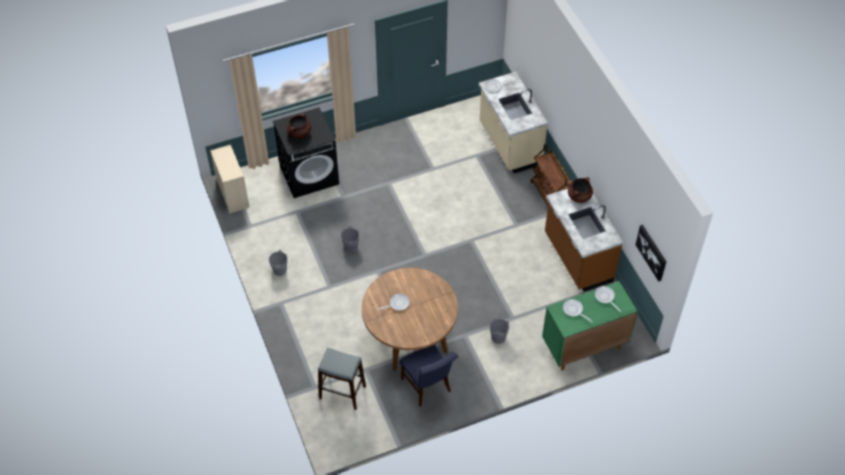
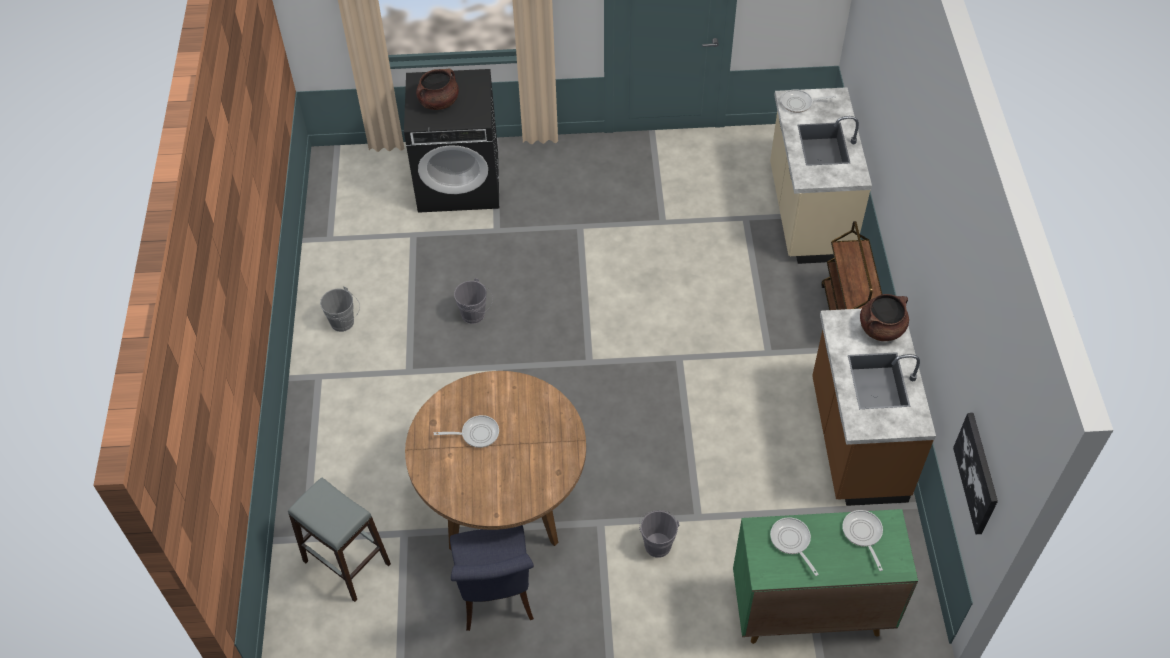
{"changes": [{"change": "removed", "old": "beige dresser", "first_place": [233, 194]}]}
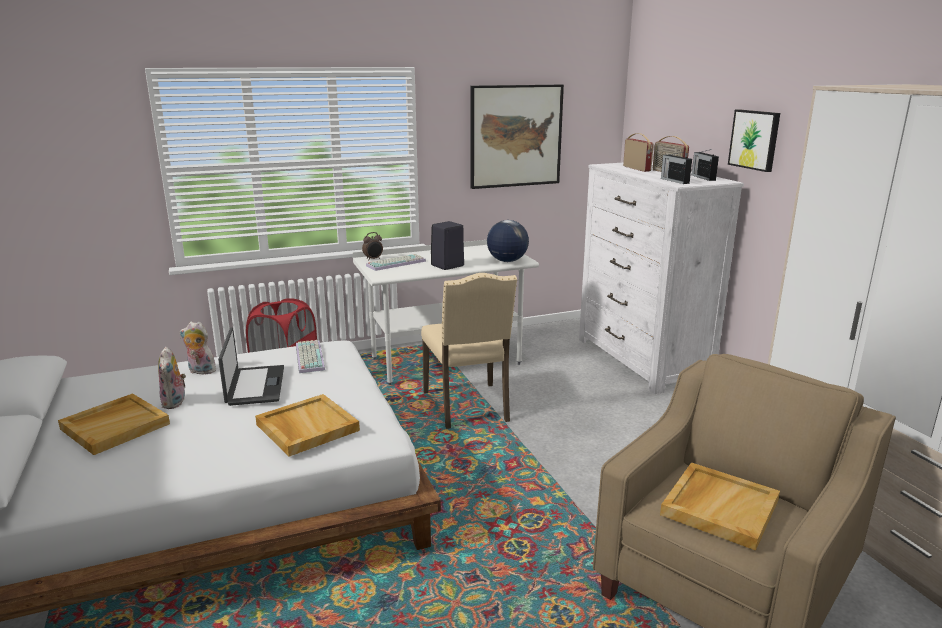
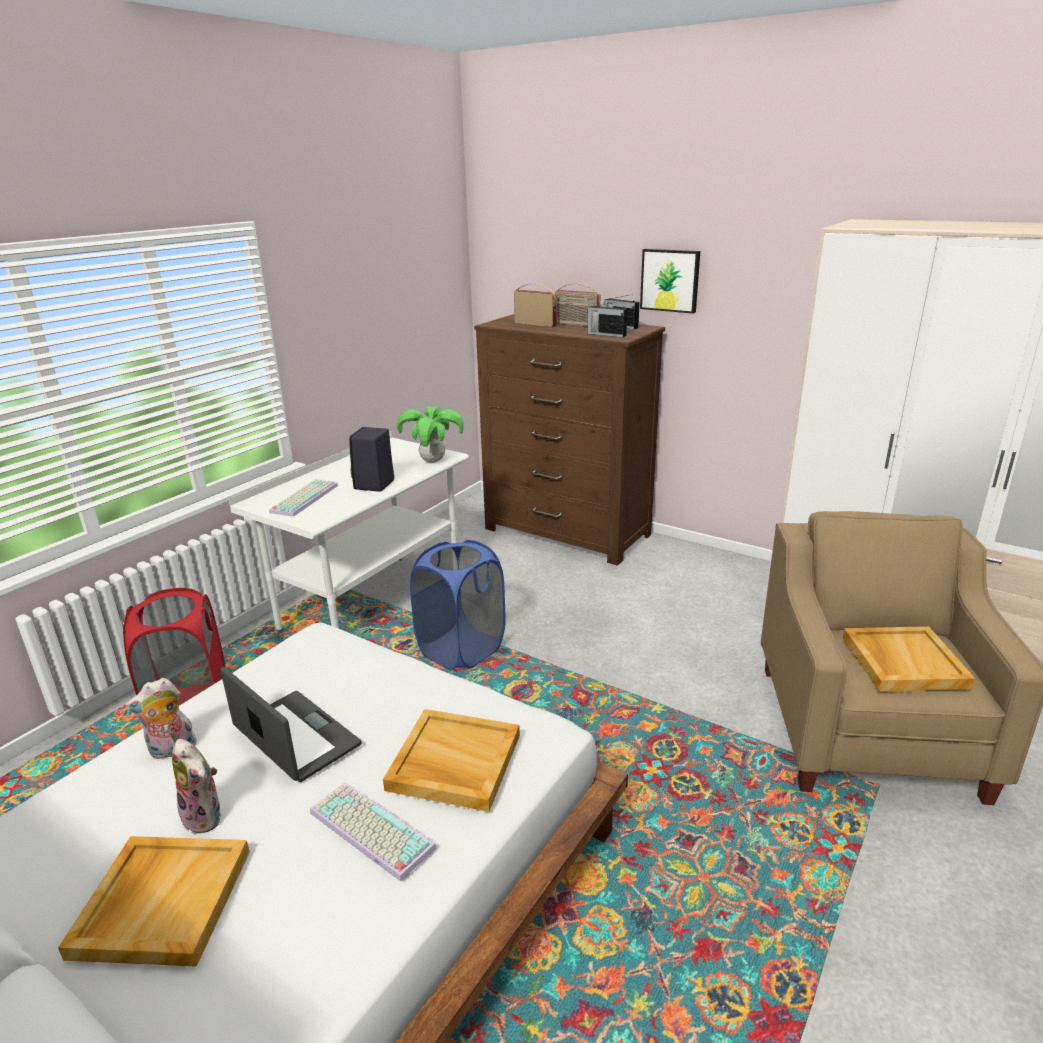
{"changes": [{"change": "removed", "old": "picture", "first_place": [515, 136]}, {"change": "recoloured", "old": "white dresser", "new": "brown dresser", "first_place": [641, 360], "second_place": [567, 532]}, {"change": "replaced", "old": "globe", "new": "potted plant", "first_place": [507, 261], "second_place": [432, 461]}, {"change": "removed", "old": "alarm clock", "first_place": [373, 259]}, {"change": "replaced", "old": "beige chair", "new": "blue laundry basket", "first_place": [468, 407], "second_place": [461, 650]}, {"change": "moved", "old": "keyboard", "first_place": [308, 357], "second_place": [368, 830]}]}
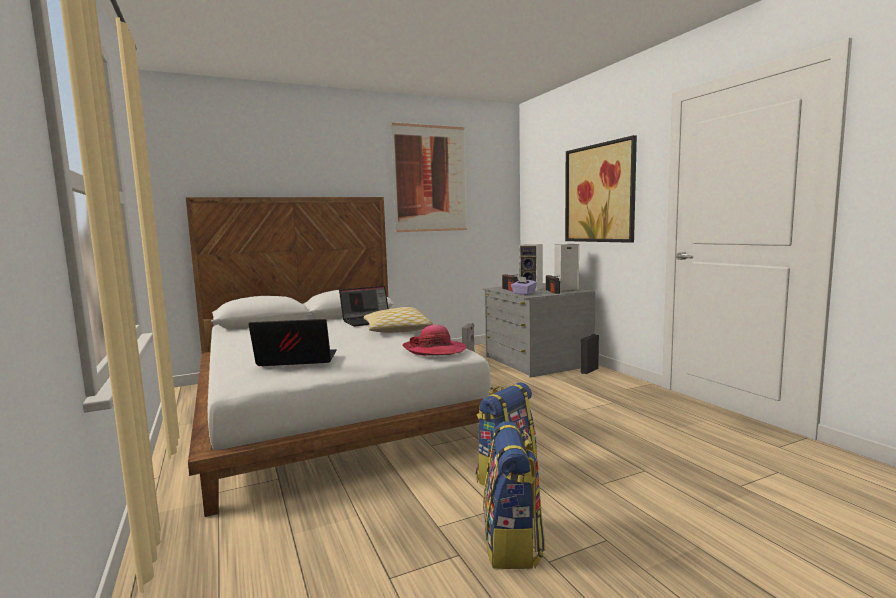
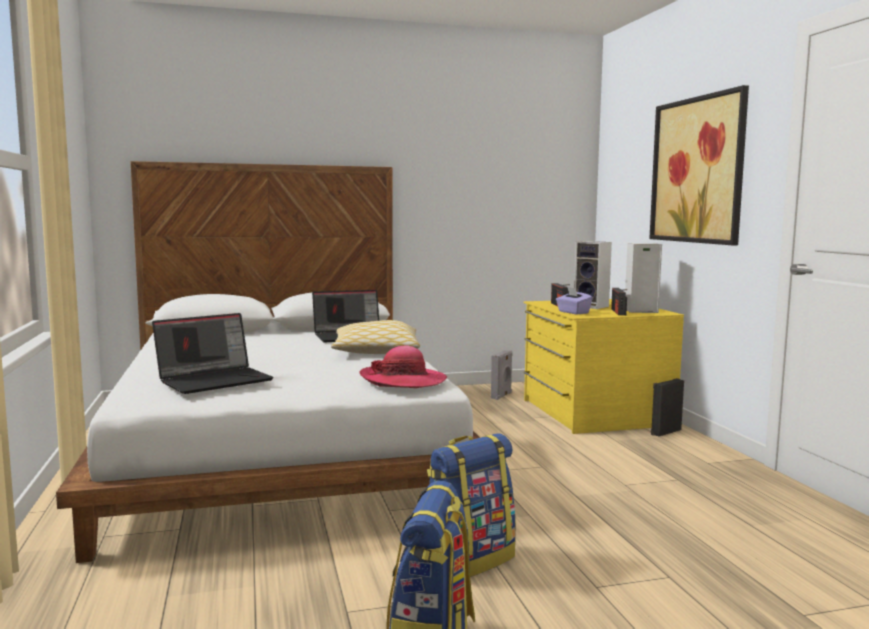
{"changes": [{"change": "removed", "old": "picture", "first_place": [430, 178]}, {"change": "recoloured", "old": "grey dresser", "new": "yellow dresser", "first_place": [536, 361], "second_place": [593, 412]}, {"change": "turned", "old": "laptop", "first_place": [295, 361], "second_place": [215, 380], "degrees": 135}]}
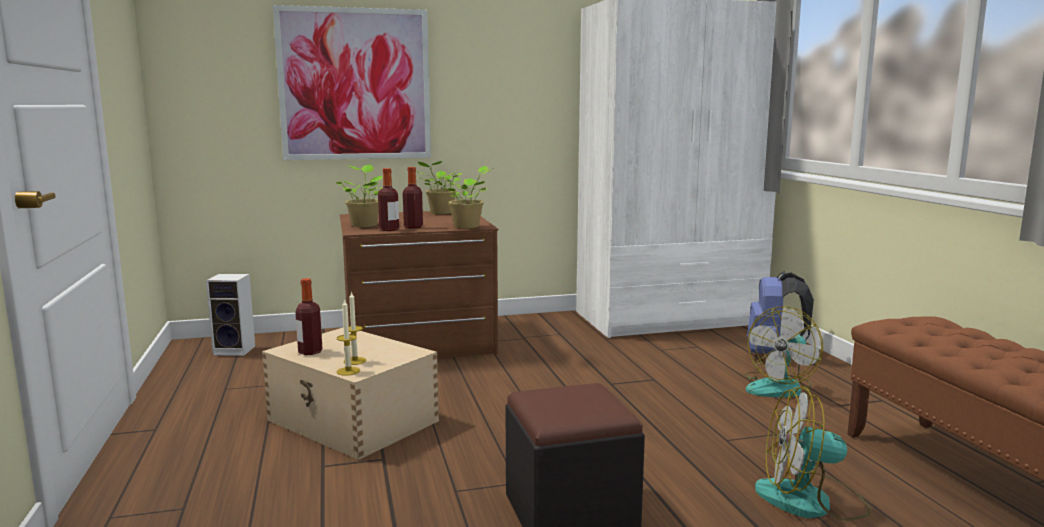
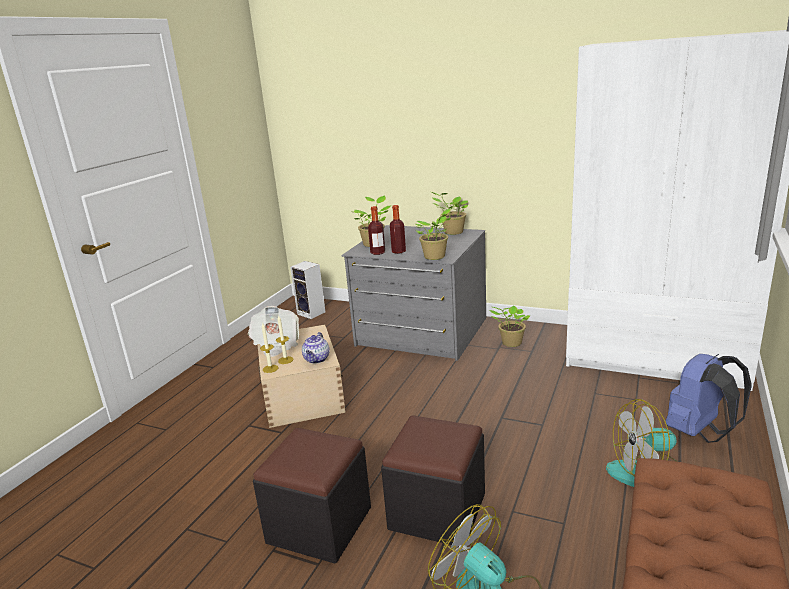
{"changes": [{"change": "removed", "old": "picture", "first_place": [355, 84]}, {"change": "recoloured", "old": "brown dresser", "new": "grey dresser", "first_place": [418, 341], "second_place": [421, 332]}, {"change": "replaced", "old": "bottle", "new": "newspaper", "first_place": [310, 352], "second_place": [276, 344]}, {"change": "added", "new": "potted plant", "second_place": [510, 343]}, {"change": "added", "new": "teapot", "second_place": [317, 359]}, {"change": "added", "new": "black ottoman", "second_place": [437, 511]}]}
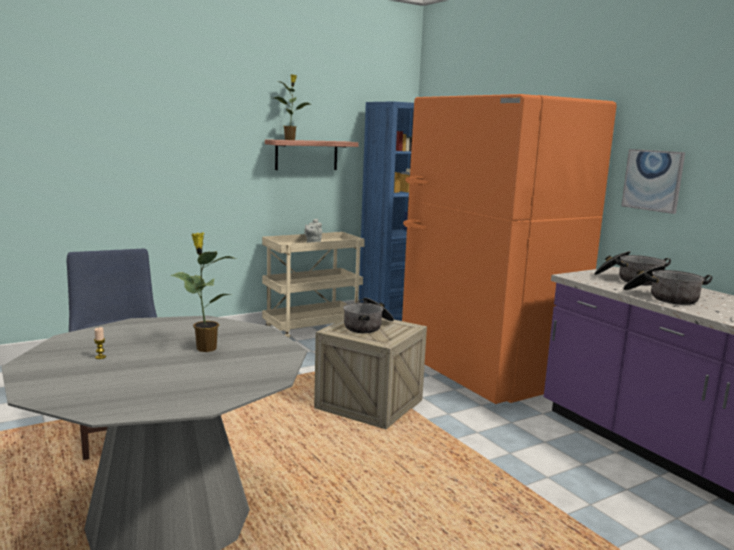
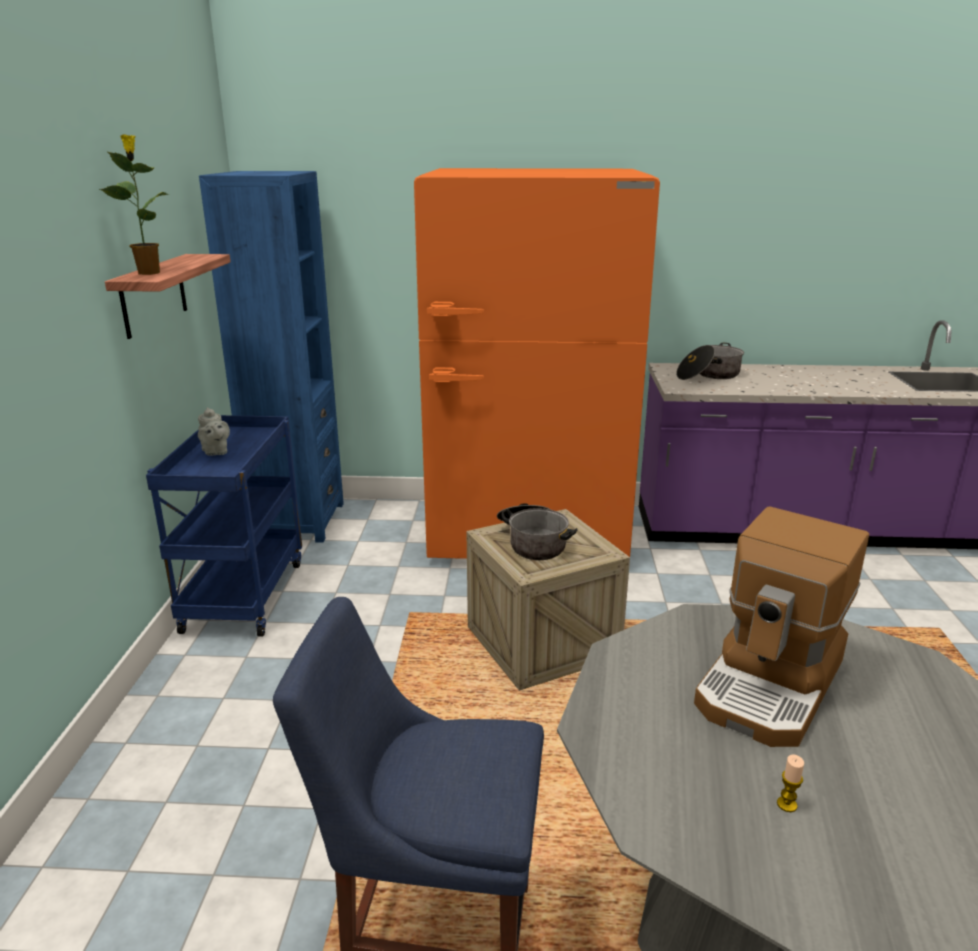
{"changes": [{"change": "removed", "old": "picture", "first_place": [653, 180]}, {"change": "recoloured", "old": "beige cart", "new": "blue cart", "first_place": [312, 330], "second_place": [244, 594]}, {"change": "replaced", "old": "potted plant", "new": "coffee machine", "first_place": [205, 348], "second_place": [772, 684]}, {"change": "removed", "old": "cooking pot", "first_place": [662, 297]}]}
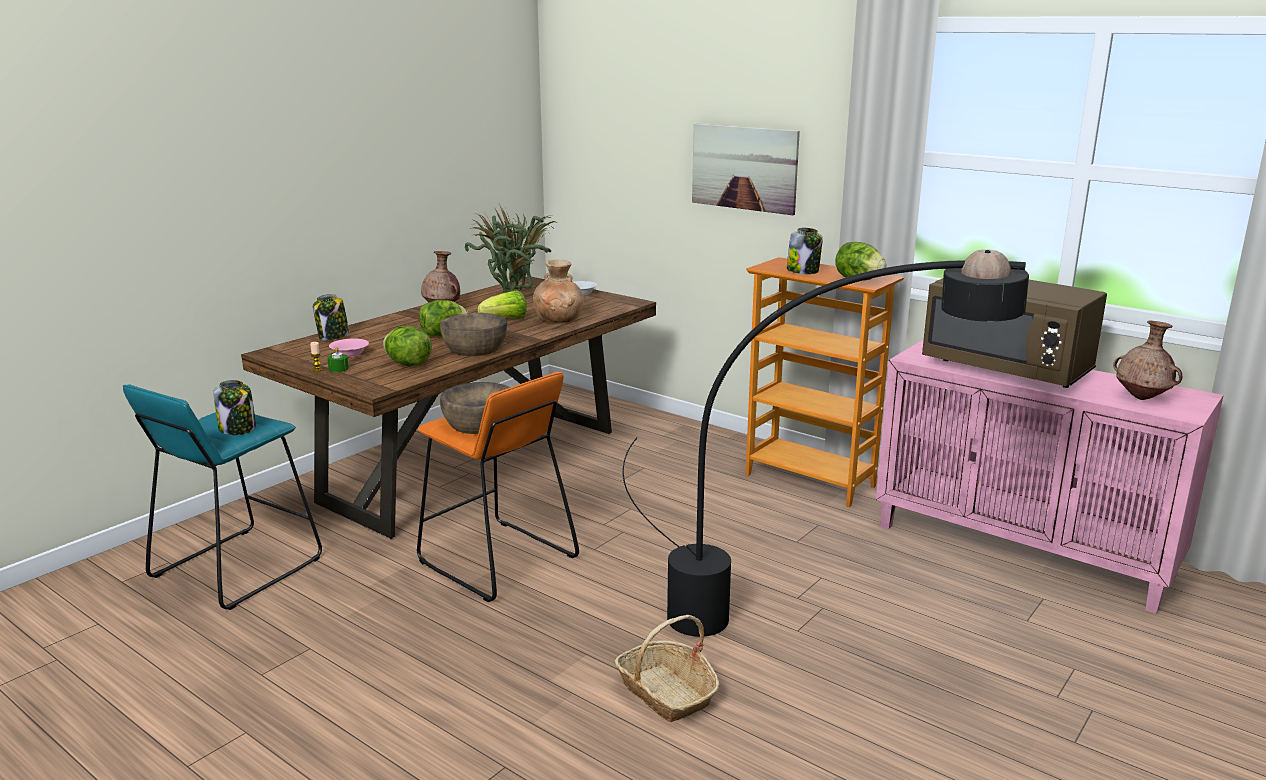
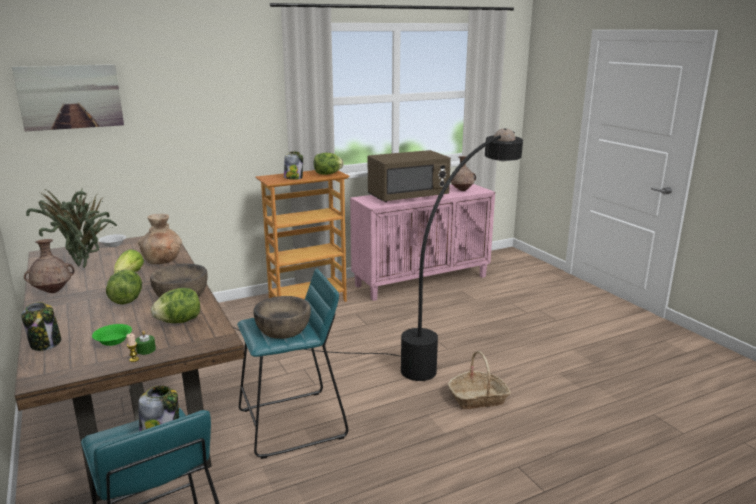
{"changes": [{"change": "moved", "old": "picture", "first_place": [744, 168], "second_place": [70, 97]}, {"change": "recoloured", "old": "pink bowl", "new": "green bowl", "first_place": [349, 354], "second_place": [113, 341]}, {"change": "recoloured", "old": "orange stool", "new": "turquoise stool", "first_place": [496, 560], "second_place": [292, 424]}]}
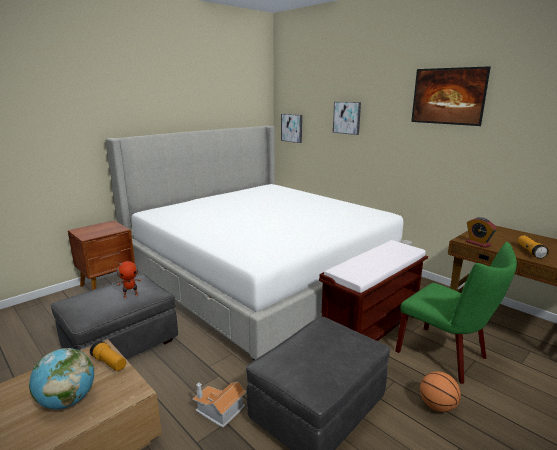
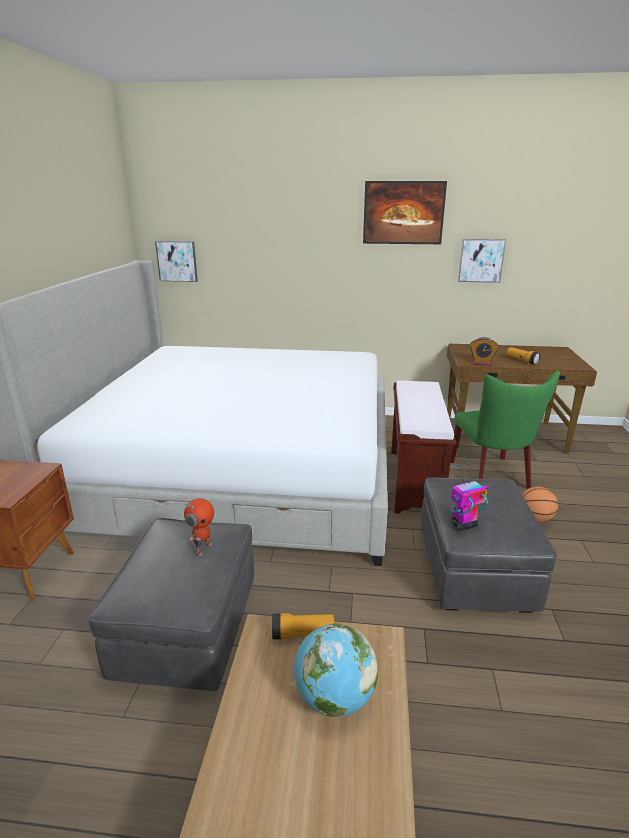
{"changes": [{"change": "moved", "old": "picture", "first_place": [347, 117], "second_place": [481, 260]}, {"change": "turned", "old": "green chair", "first_place": [446, 356], "second_place": [492, 477], "degrees": 75}, {"change": "removed", "old": "toy house", "first_place": [219, 411]}, {"change": "added", "new": "toy robot", "second_place": [463, 525]}]}
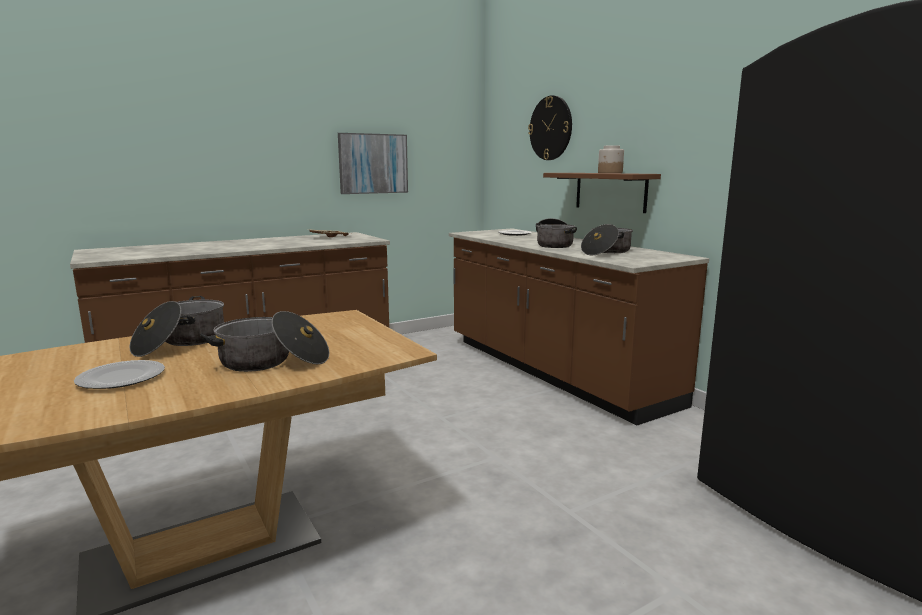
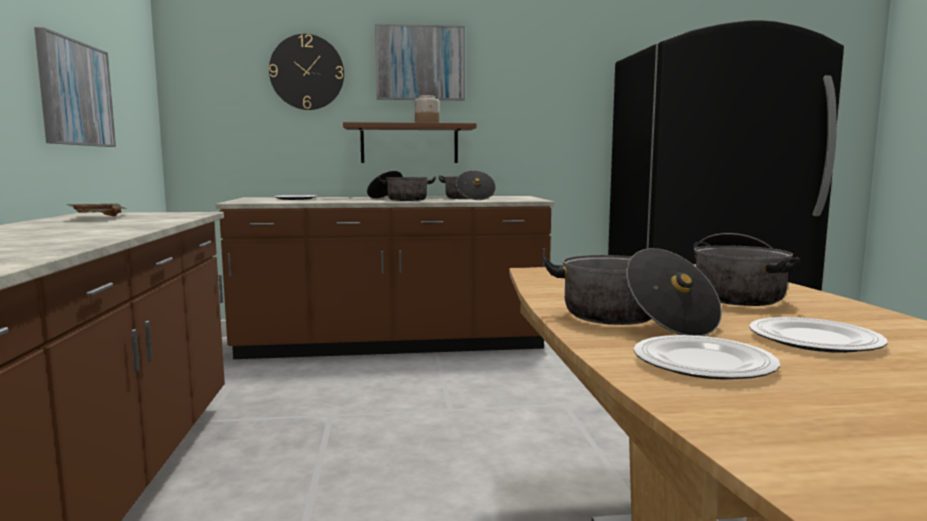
{"changes": [{"change": "added", "new": "picture", "second_place": [420, 63]}, {"change": "added", "new": "plate", "second_place": [705, 363]}]}
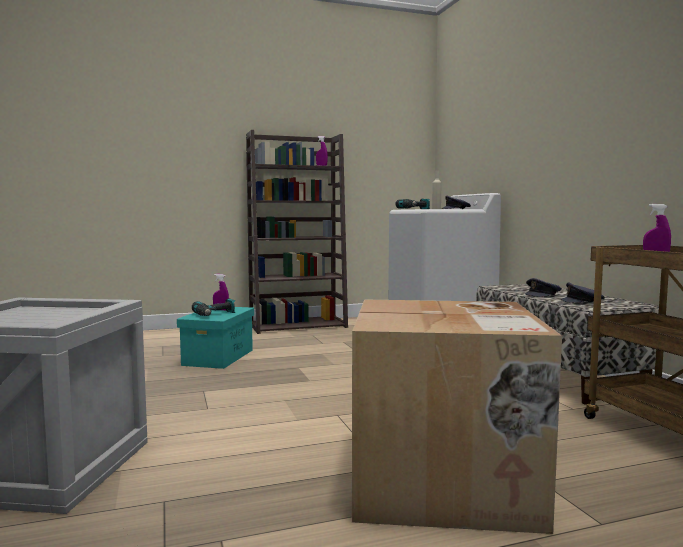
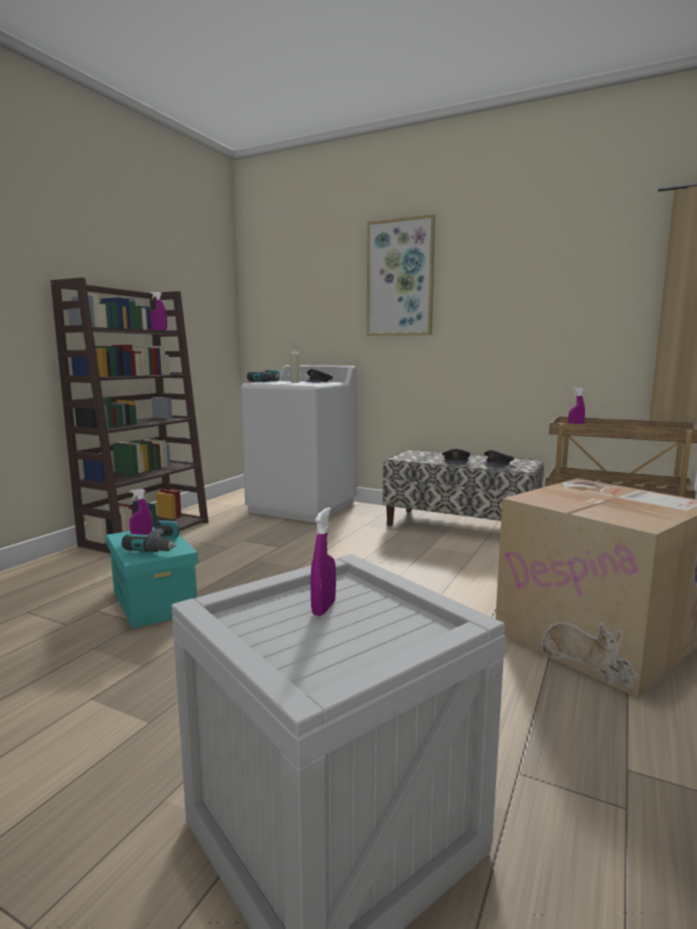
{"changes": [{"change": "added", "new": "picture", "second_place": [400, 278]}, {"change": "added", "new": "purple spray bottle", "second_place": [323, 608]}]}
